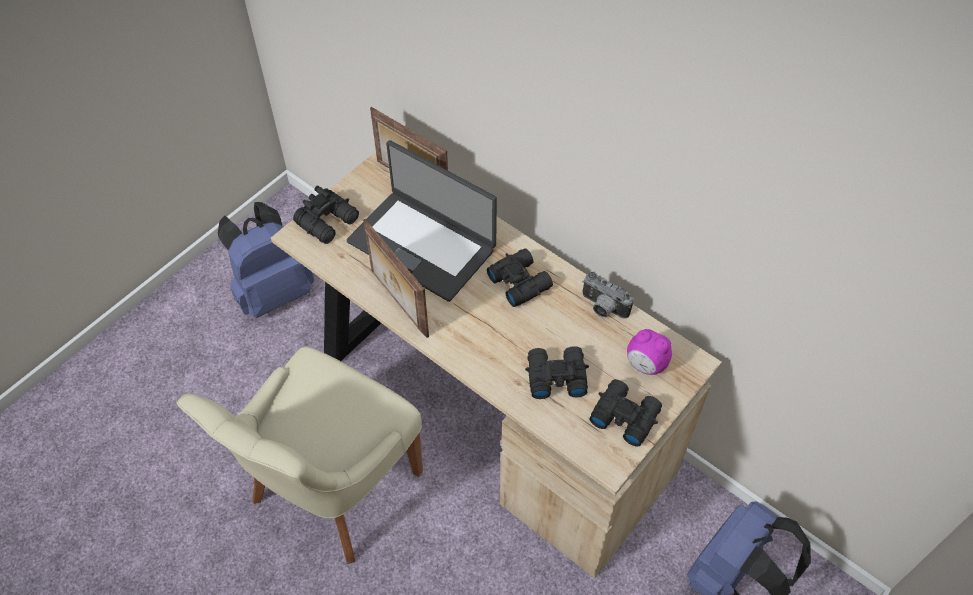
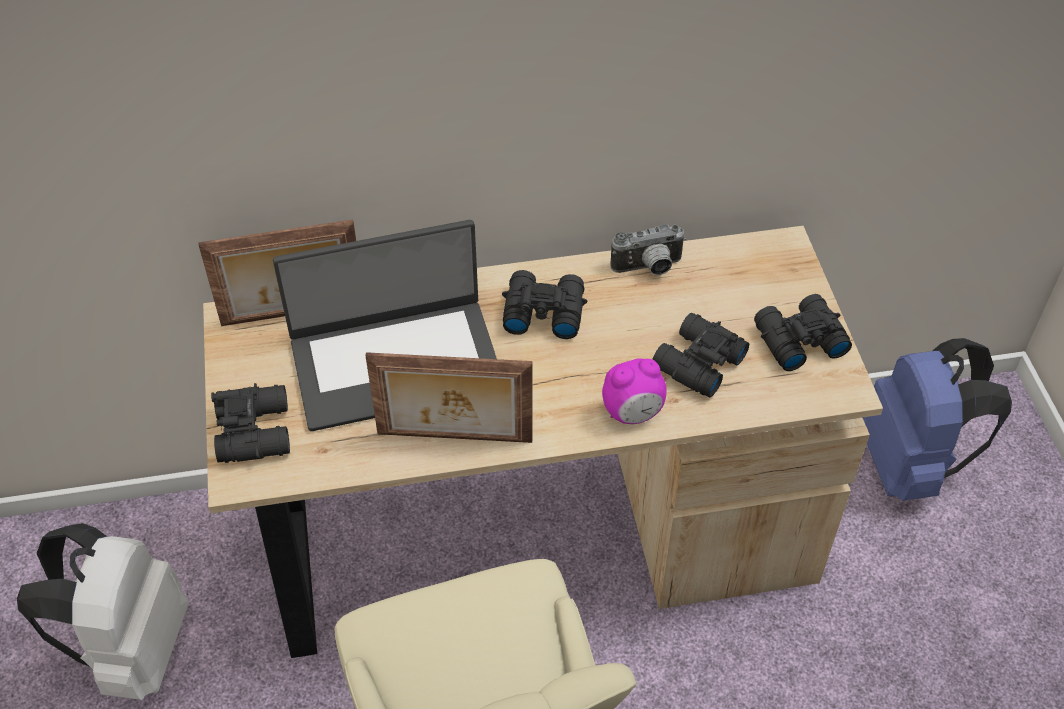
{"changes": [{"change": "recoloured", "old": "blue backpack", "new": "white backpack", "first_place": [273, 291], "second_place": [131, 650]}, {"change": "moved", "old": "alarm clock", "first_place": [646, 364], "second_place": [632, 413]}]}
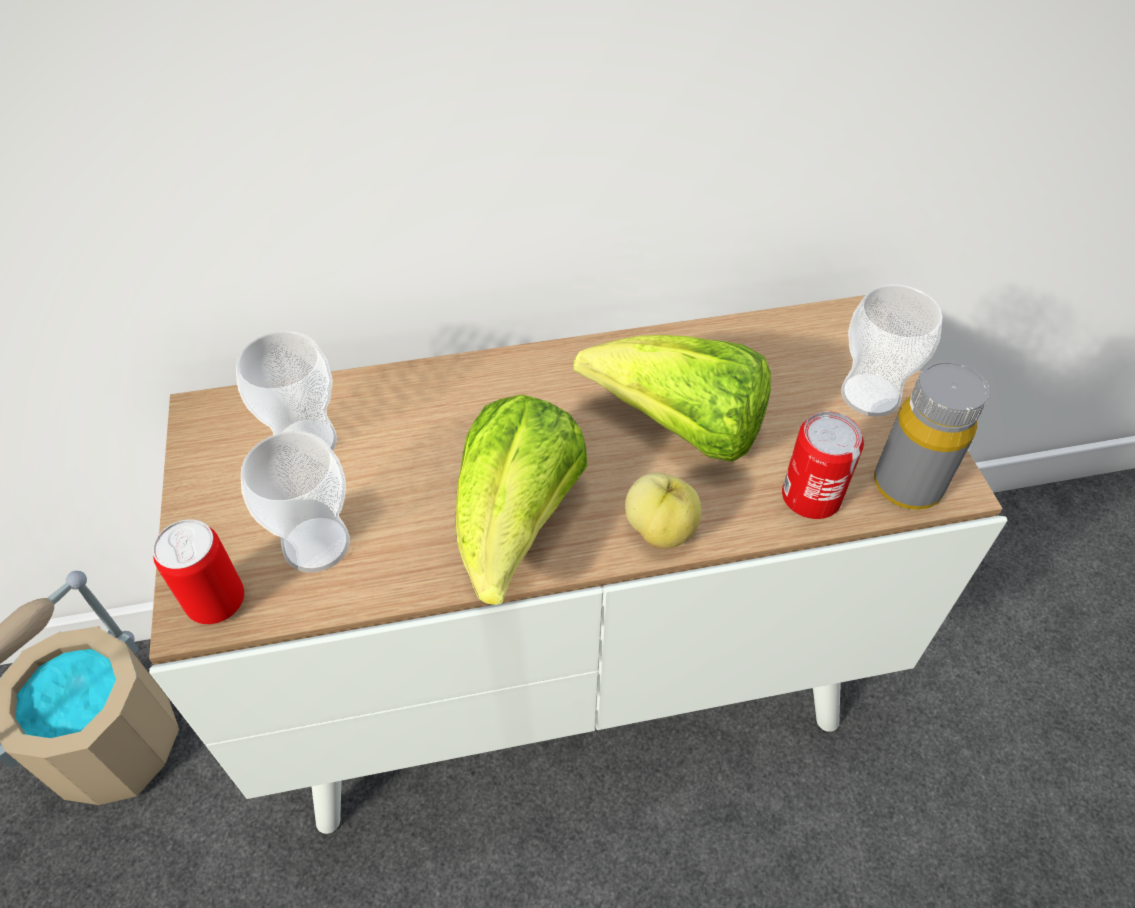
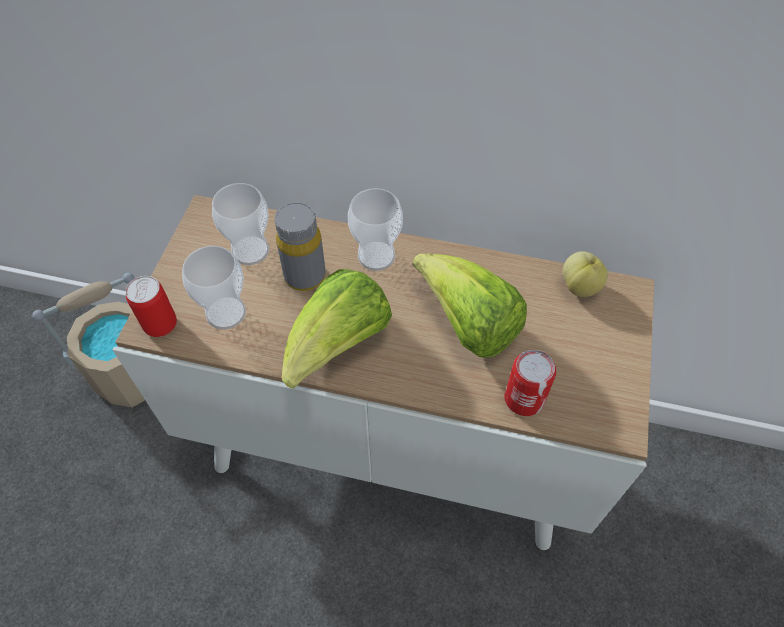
{"changes": [{"change": "moved", "old": "cup", "first_place": [870, 395], "second_place": [376, 256]}, {"change": "moved", "old": "grey bottle", "first_place": [907, 485], "second_place": [305, 276]}, {"change": "moved", "old": "apple", "first_place": [661, 529], "second_place": [580, 286]}]}
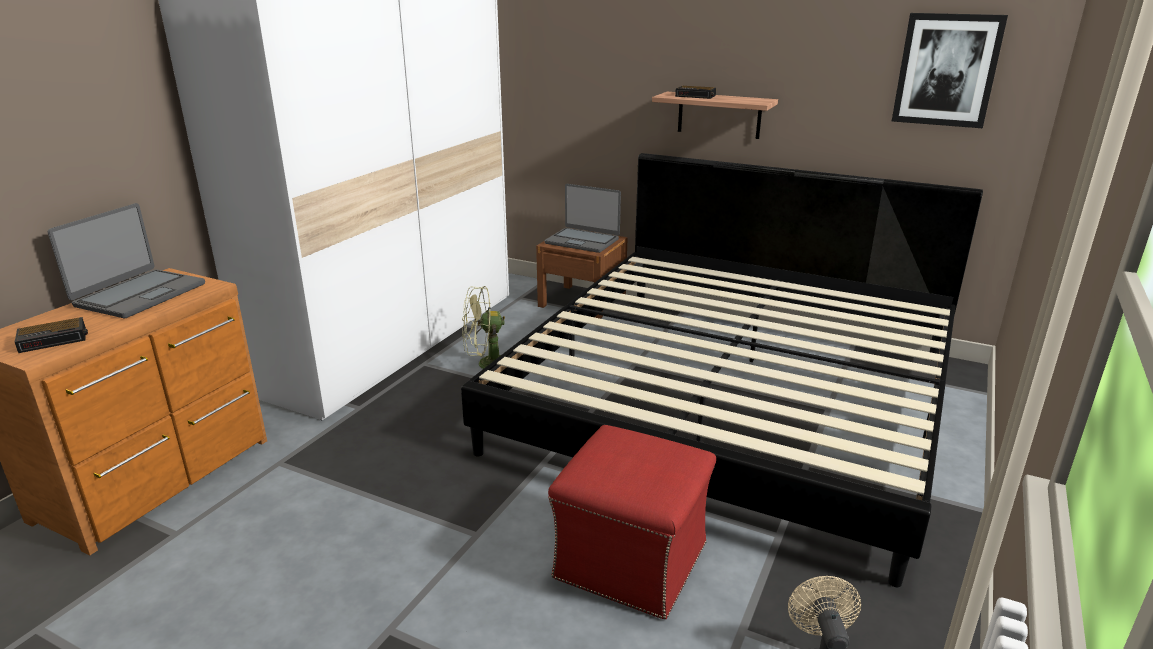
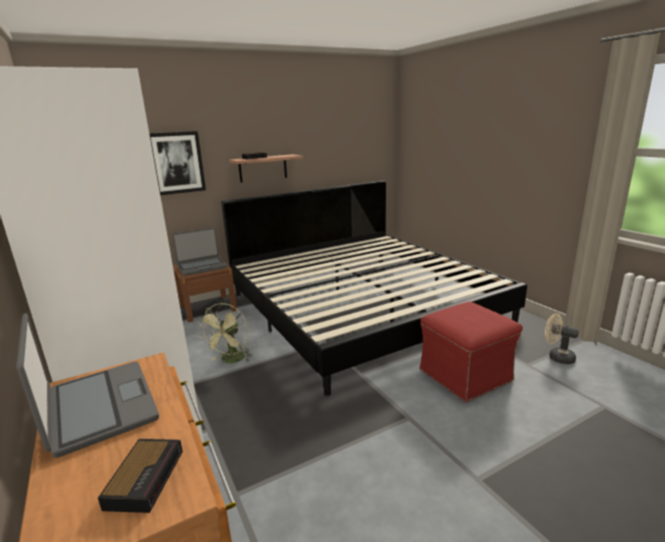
{"changes": [{"change": "moved", "old": "picture", "first_place": [947, 70], "second_place": [176, 163]}]}
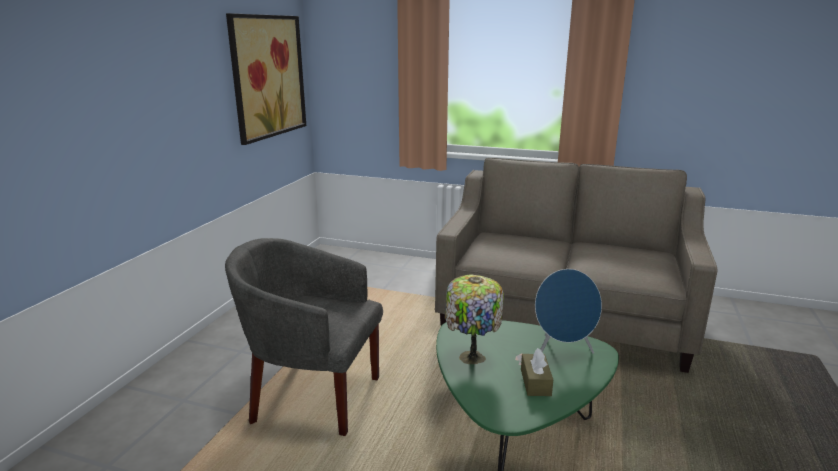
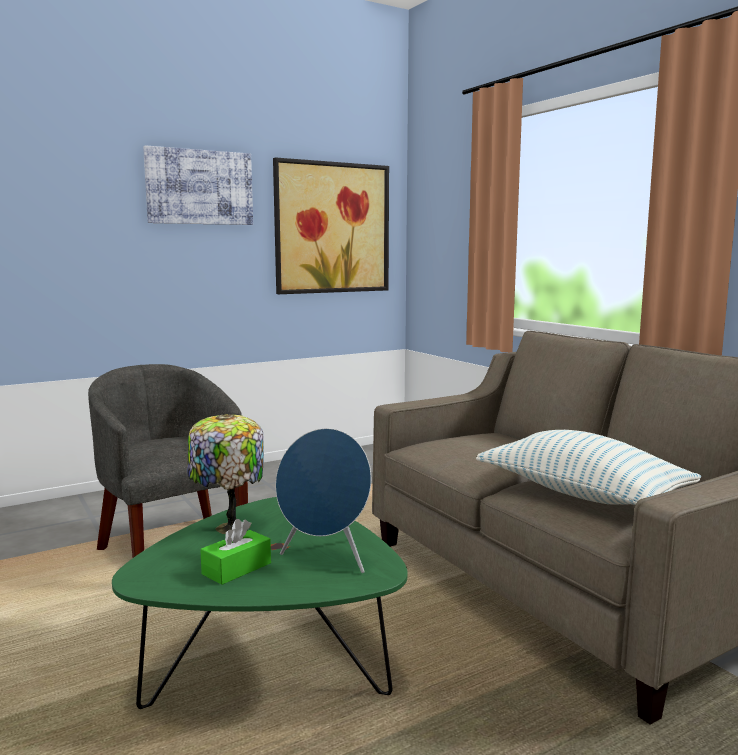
{"changes": [{"change": "recoloured", "old": "brown tissue box", "new": "green tissue box", "first_place": [535, 382], "second_place": [237, 568]}, {"change": "added", "new": "picture", "second_place": [199, 187]}, {"change": "added", "new": "pillow", "second_place": [582, 494]}]}
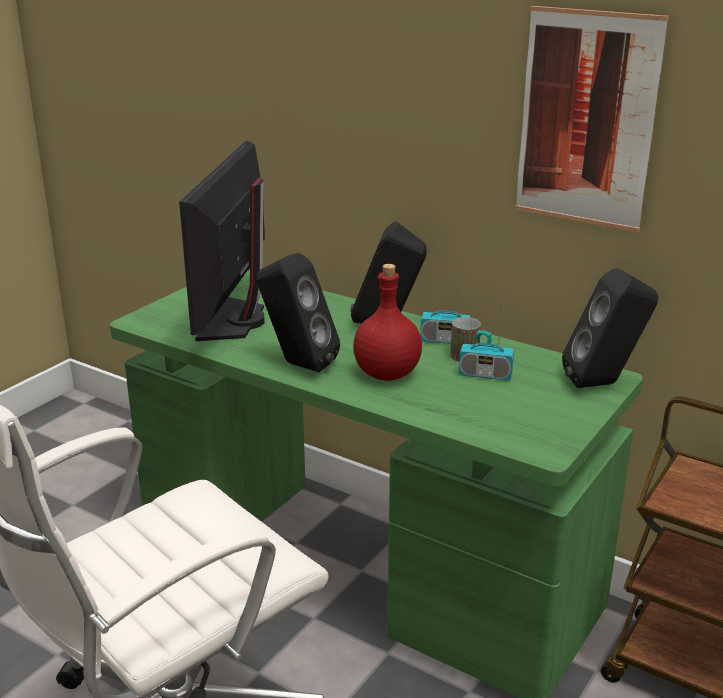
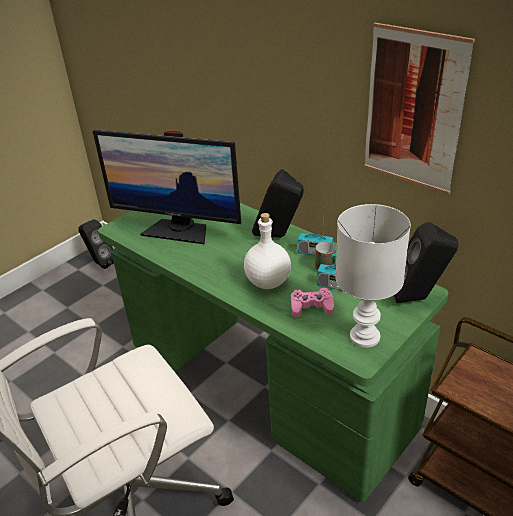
{"changes": [{"change": "turned", "old": "monitor", "first_place": [236, 321], "second_place": [179, 230], "degrees": -90}, {"change": "moved", "old": "black speaker", "first_place": [297, 364], "second_place": [100, 263]}, {"change": "recoloured", "old": "red bottle", "new": "white bottle", "first_place": [388, 374], "second_place": [269, 282]}, {"change": "added", "new": "white table lamp", "second_place": [364, 337]}, {"change": "added", "new": "pink game controller", "second_place": [311, 306]}]}
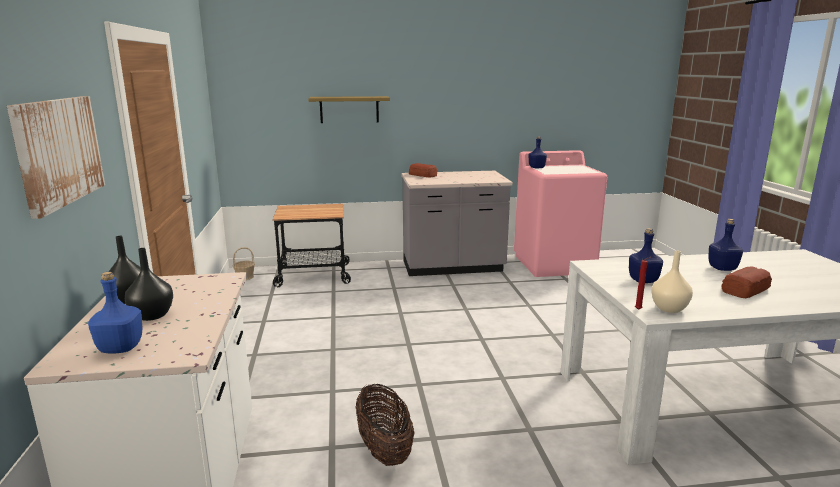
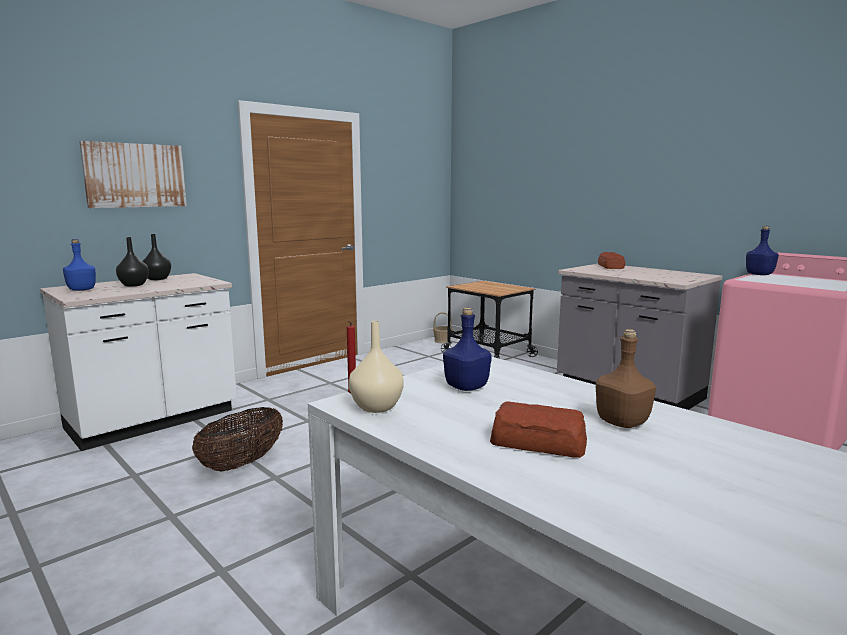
{"changes": [{"change": "removed", "old": "shelf", "first_place": [349, 109]}, {"change": "recoloured", "old": "blue bottle", "new": "brown bottle", "first_place": [722, 268], "second_place": [623, 422]}]}
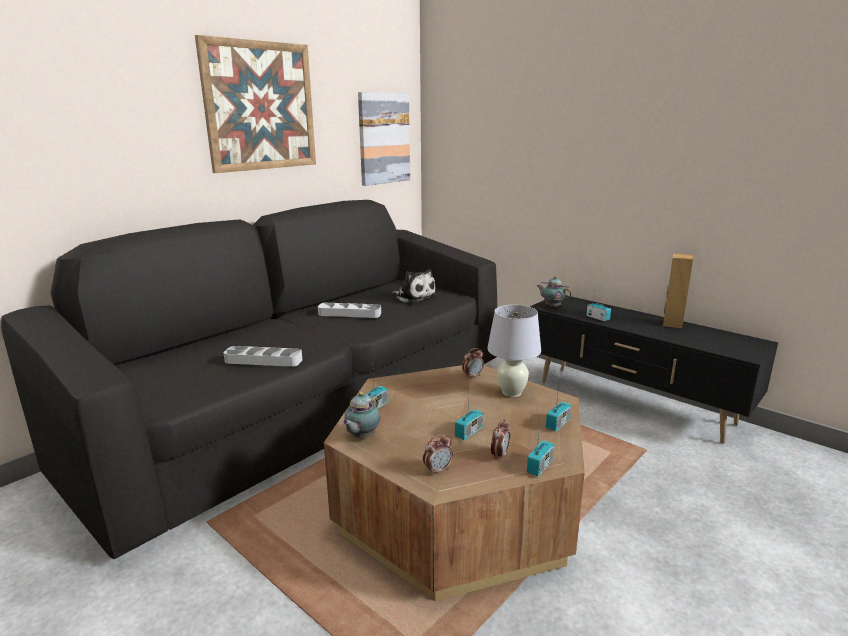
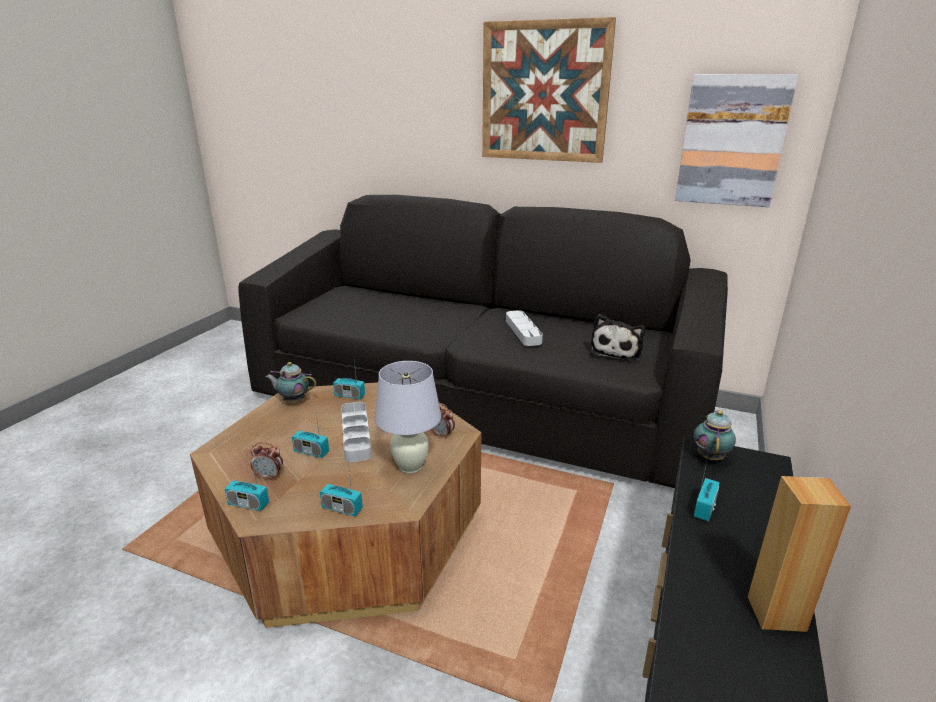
{"changes": [{"change": "moved", "old": "grey tray", "first_place": [263, 360], "second_place": [356, 435]}, {"change": "removed", "old": "alarm clock", "first_place": [438, 470]}]}
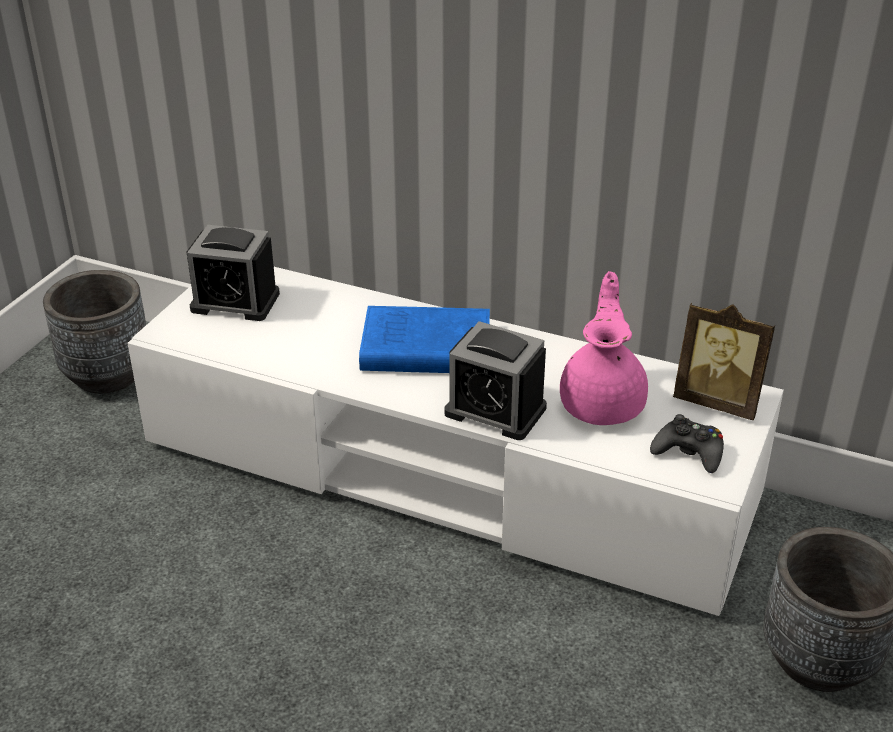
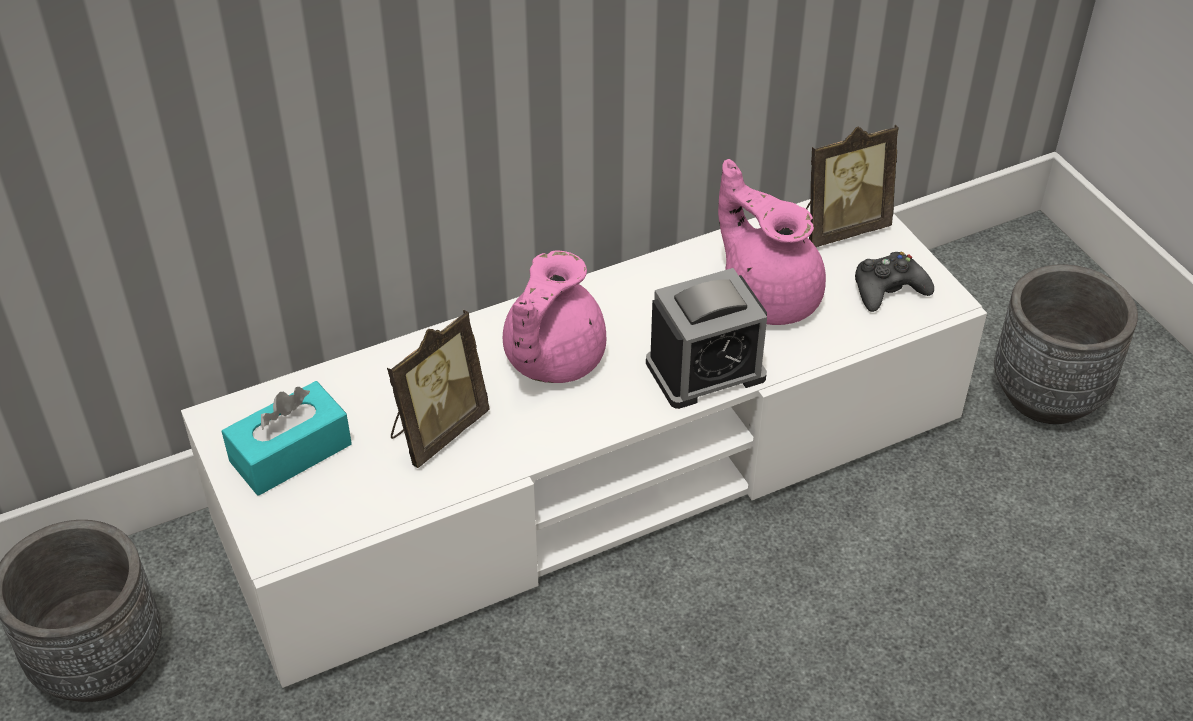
{"changes": [{"change": "replaced", "old": "alarm clock", "new": "turquoise tissue box", "first_place": [235, 302], "second_place": [290, 453]}, {"change": "replaced", "old": "blue book", "new": "pink teapot", "first_place": [422, 348], "second_place": [550, 360]}, {"change": "added", "new": "picture frame", "second_place": [436, 430]}]}
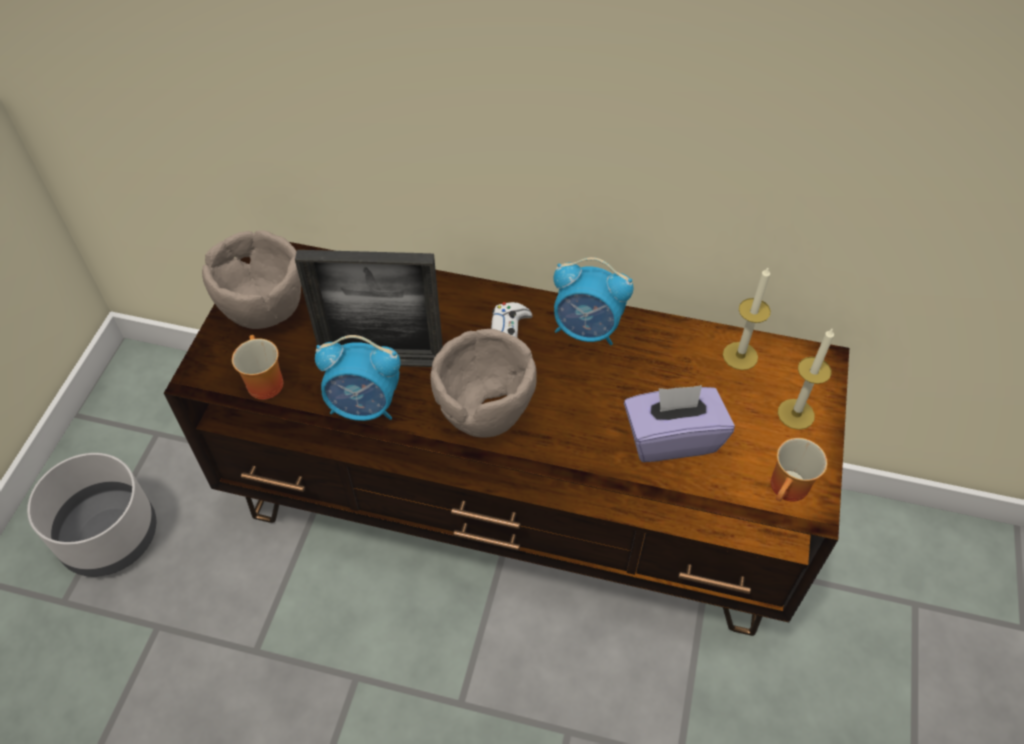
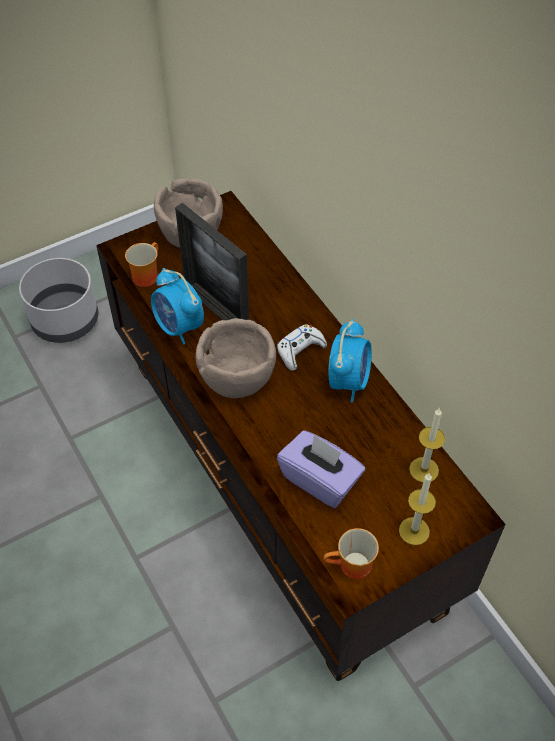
{"changes": [{"change": "turned", "old": "alarm clock", "first_place": [587, 330], "second_place": [348, 381], "degrees": -135}]}
